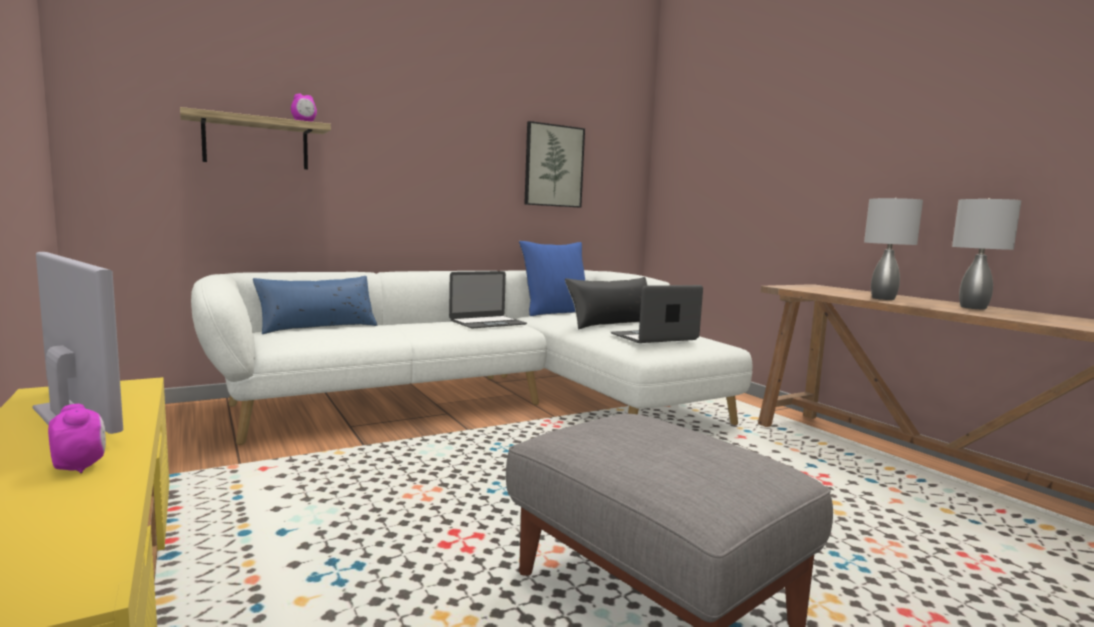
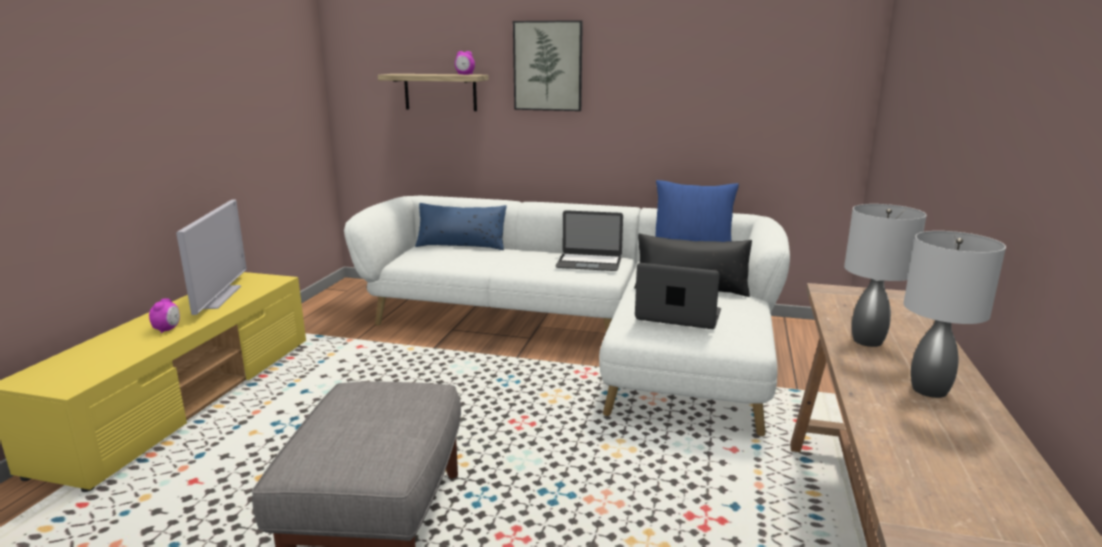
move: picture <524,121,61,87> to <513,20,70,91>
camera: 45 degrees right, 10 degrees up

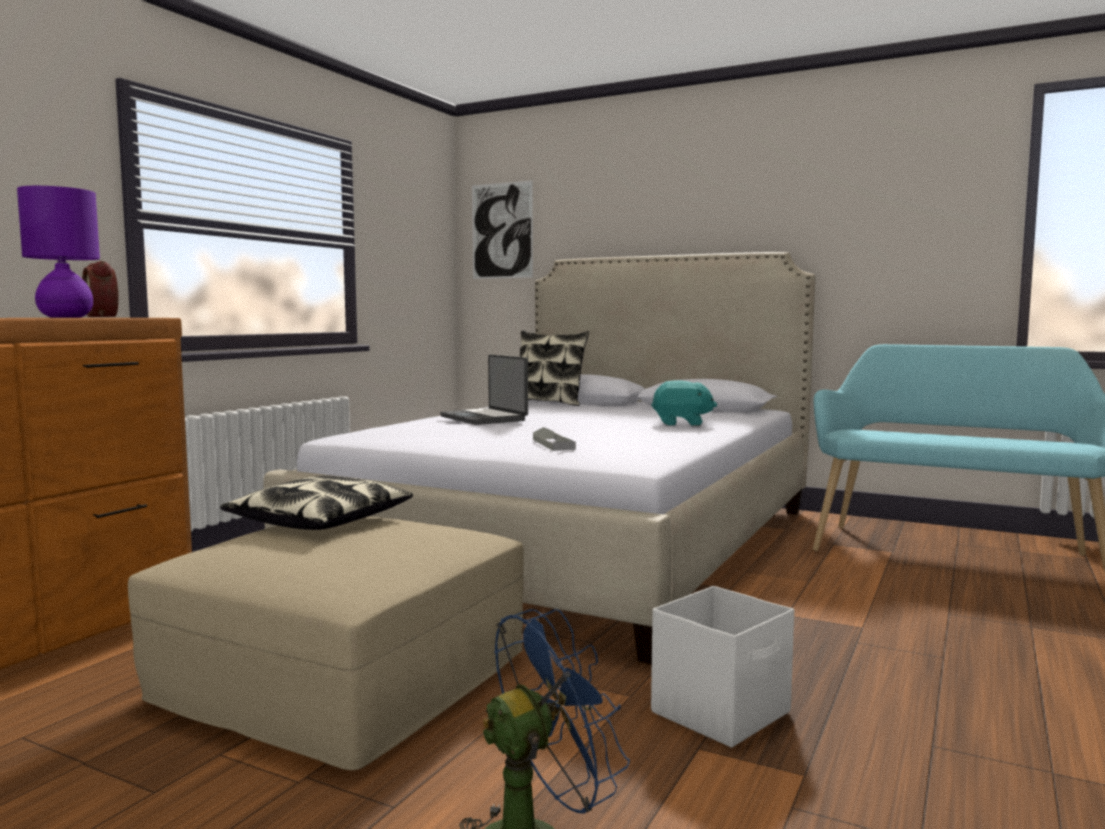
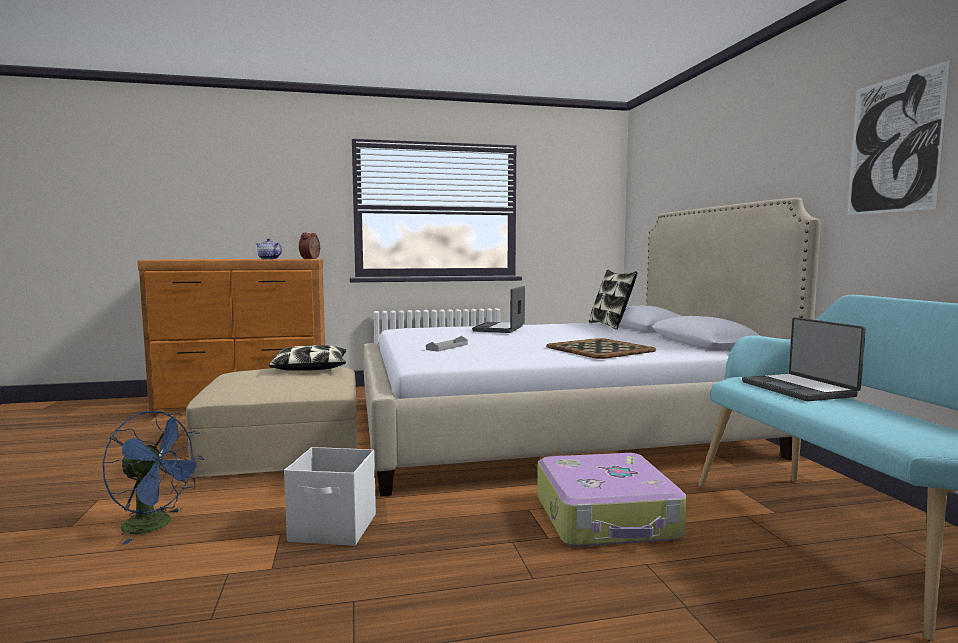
insert: suitcase <537,453,150,94>; portable computer <742,317,124,84>
move: picture <472,180,61,99> to <847,60,104,155>
replace: lamp for a table/purple-coloured <17,186,83,132> to teapot <256,238,26,21>; plush toy/turquoise-coloured <651,380,66,46> to serving tray <546,338,110,21>
camera: 50 degrees right, 0 degrees up

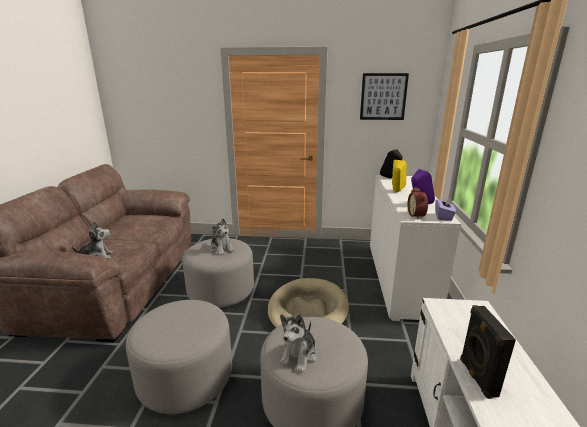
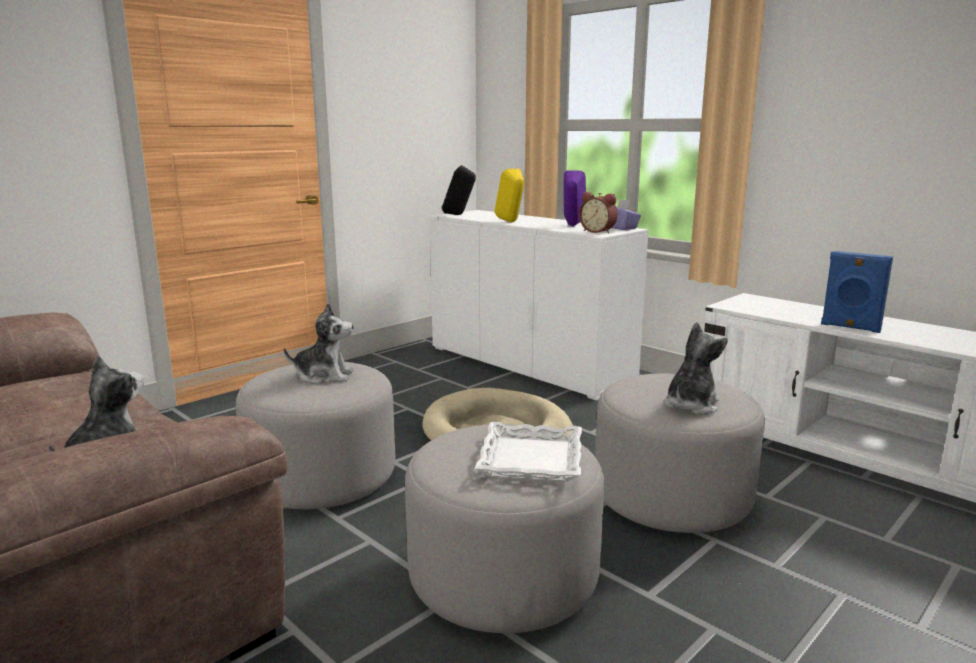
delete: picture <360,73,49,47>
insert: serving tray/white <475,422,107,60>
recolor: speaker/blackish <460,305,56,94> to speaker/bluish <821,251,72,82>
rotate: plush toy <280,314,37,59> = <664,322,64,93> 120 degrees counterclockwise
camera: 50 degrees left, 5 degrees down

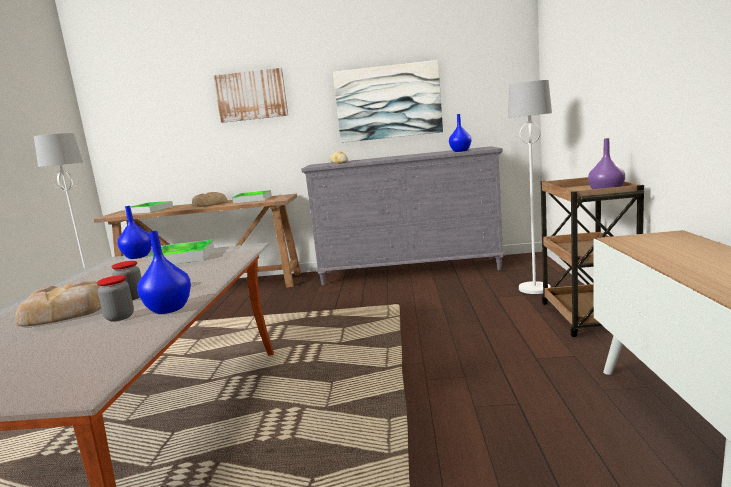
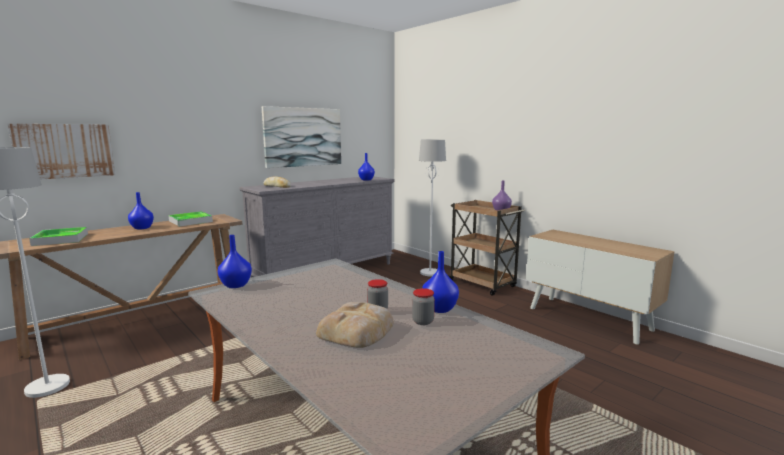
delete: serving tray <148,239,67,26>
move: picture <213,68,75,55> to <8,124,107,55>
replace: baked bread <192,192,36,15> to decorative vase/bluish <128,192,26,38>
camera: 45 degrees left, 0 degrees up

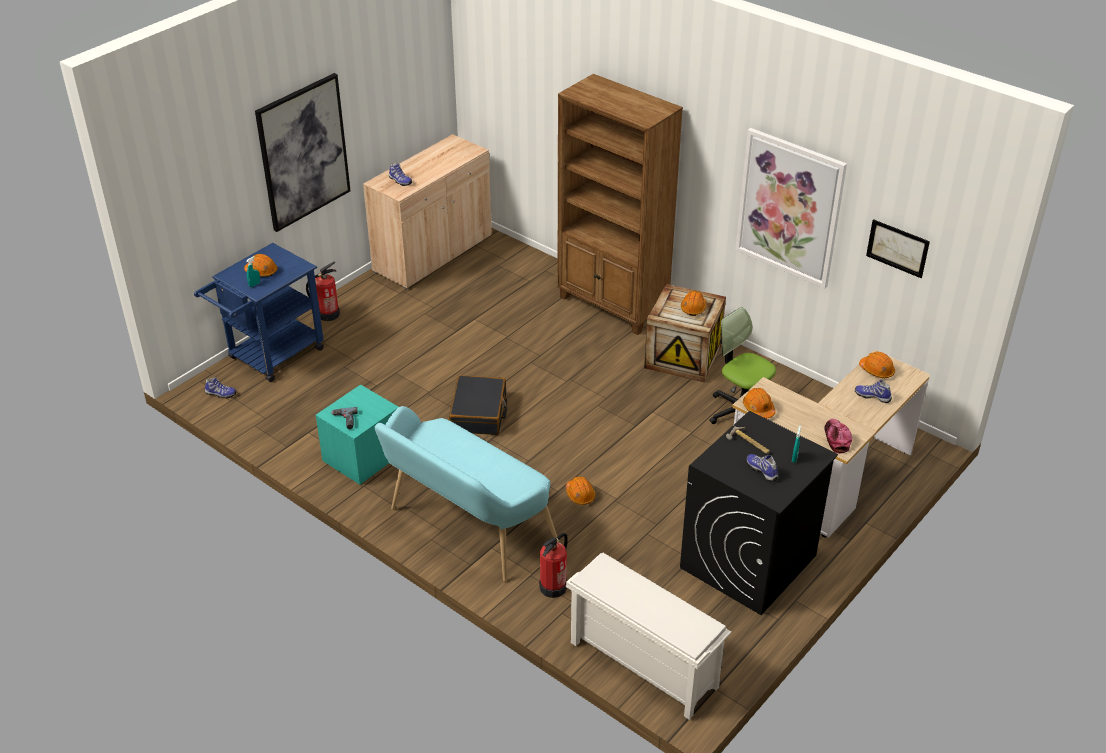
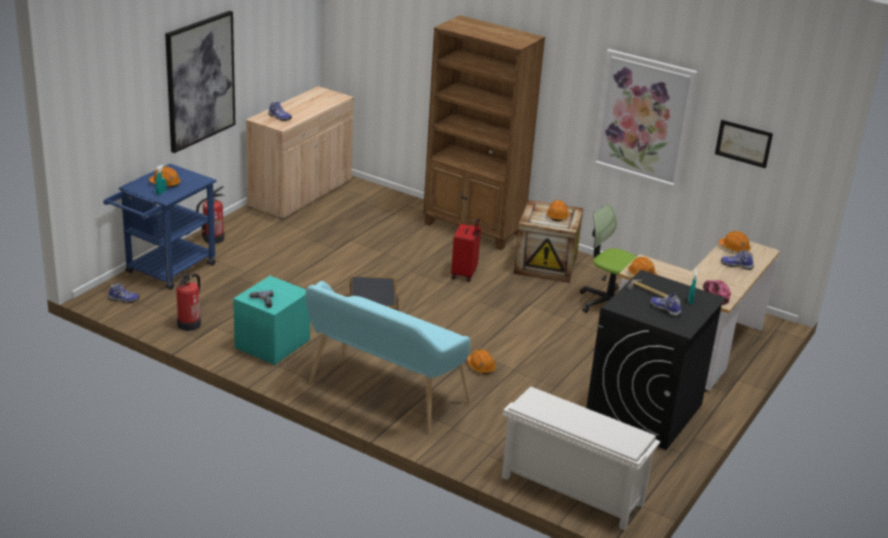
insert: suitcase/red <451,218,30,64>
move: extinguisher <539,533,29,65> to <176,274,25,57>
camera: 10 degrees left, 10 degrees down

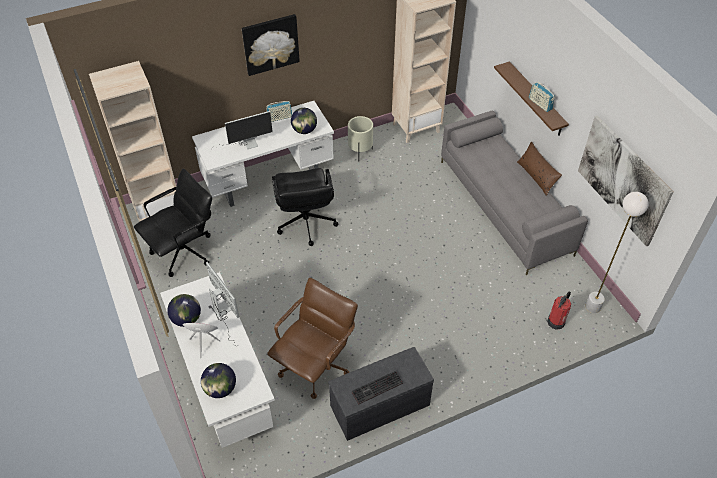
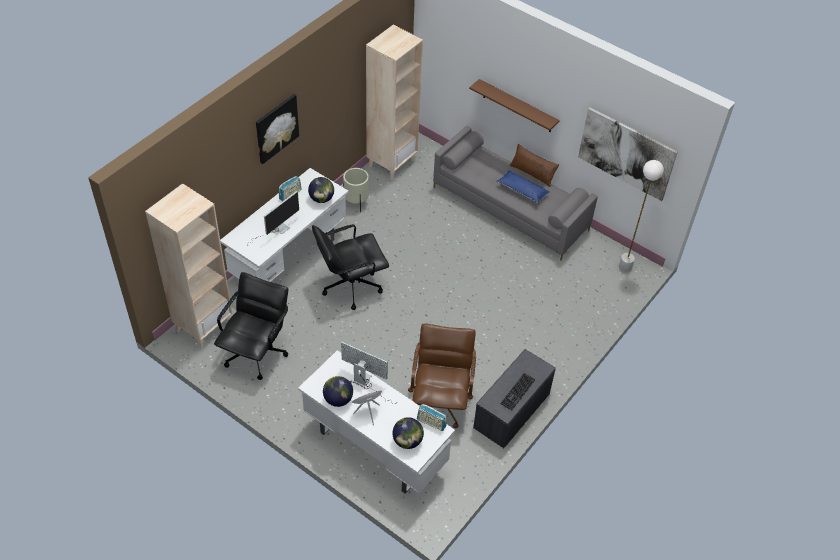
delete: extinguisher <547,291,24,39>
insert: throw pillow/bluish <496,171,54,32>
move: radio receiver <529,81,26,31> to <417,404,30,27>
rotate: desk chair/blackish <272,168,66,78> = <312,224,77,86> 105 degrees clockwise
camera: 30 degrees left, 0 degrees up

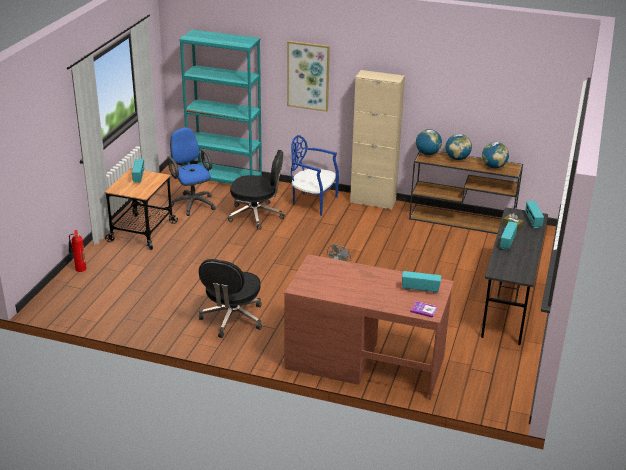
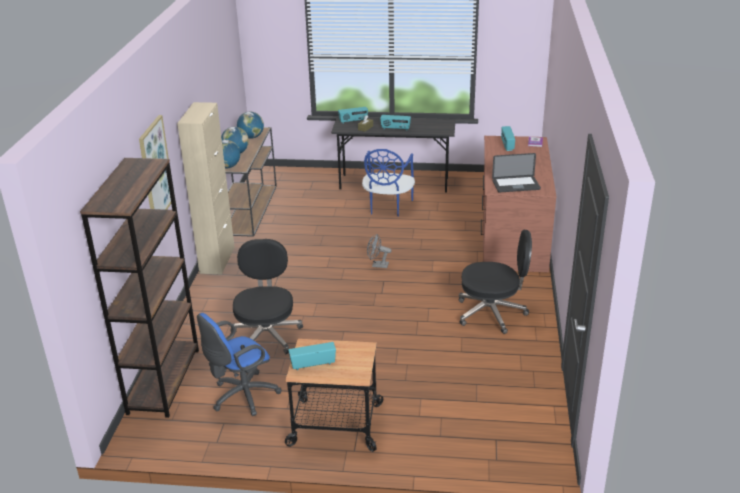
delete: extinguisher <69,230,17,42>
insert: portable computer <492,153,49,40>
move: plain chair/bluish <291,135,48,81> to <362,149,53,68>
recolor: bookcase/turquoise-coloured <179,30,83,154> to bookcase/brownish <80,158,119,260>
camera: 100 degrees left, 0 degrees up

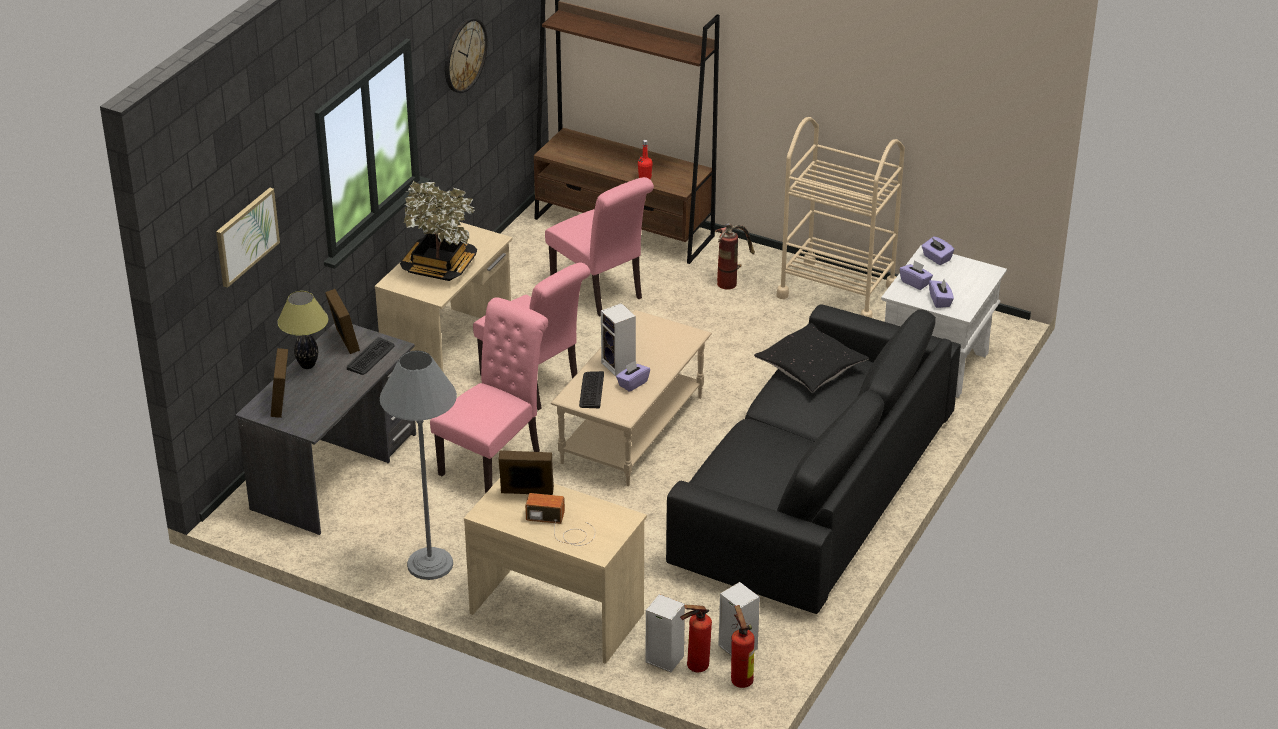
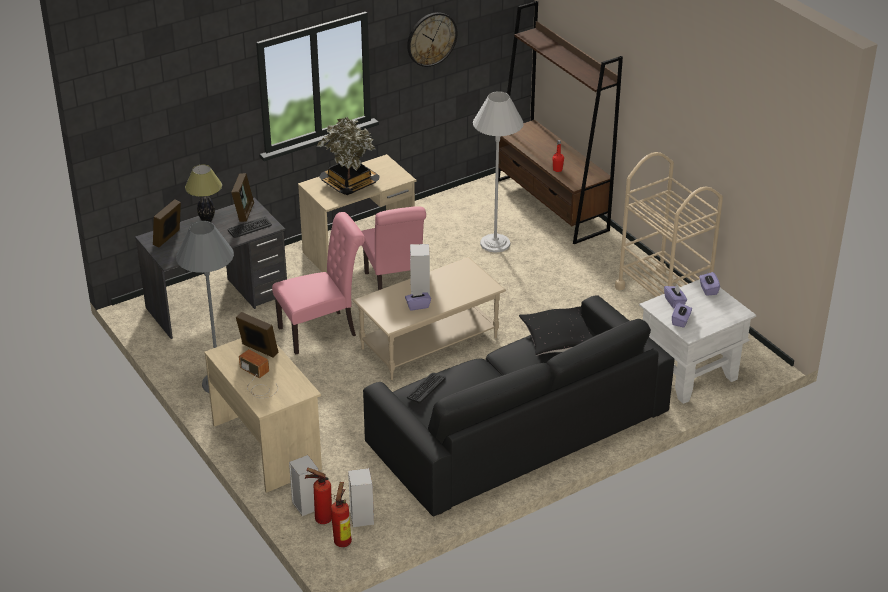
delete: picture <216,188,64,100>; extinguisher <715,223,40,67>
move: PC keyboard <579,371,25,37> to <407,373,38,31>
replace: plain chair/pinkish <545,177,109,139> to standing lamp/white <473,91,51,162>
camera: 30 degrees right, 0 degrees up

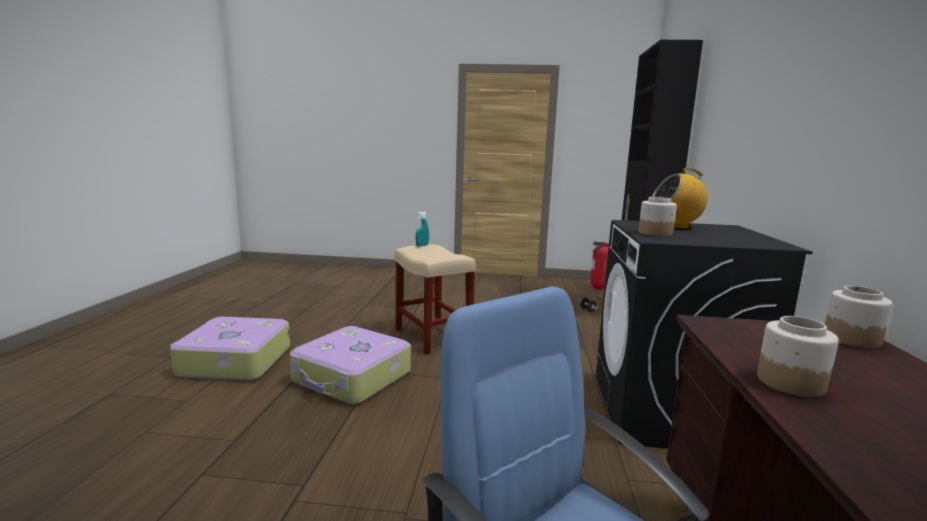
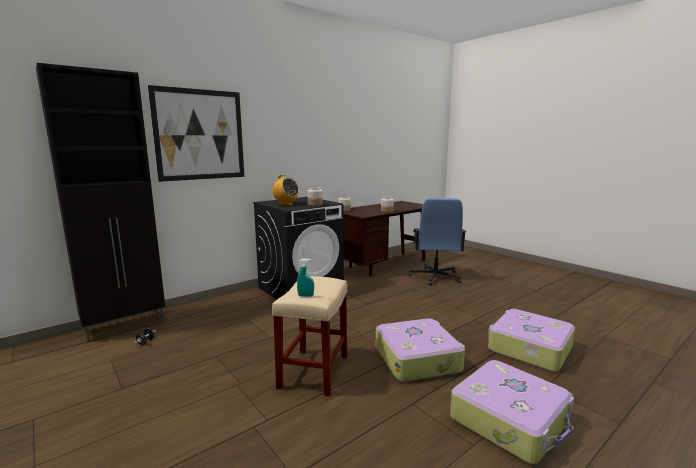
delete: extinguisher <590,241,19,49>
insert: picture <148,85,96,97>; suitcase <488,309,87,63>
camera: 135 degrees left, 0 degrees up

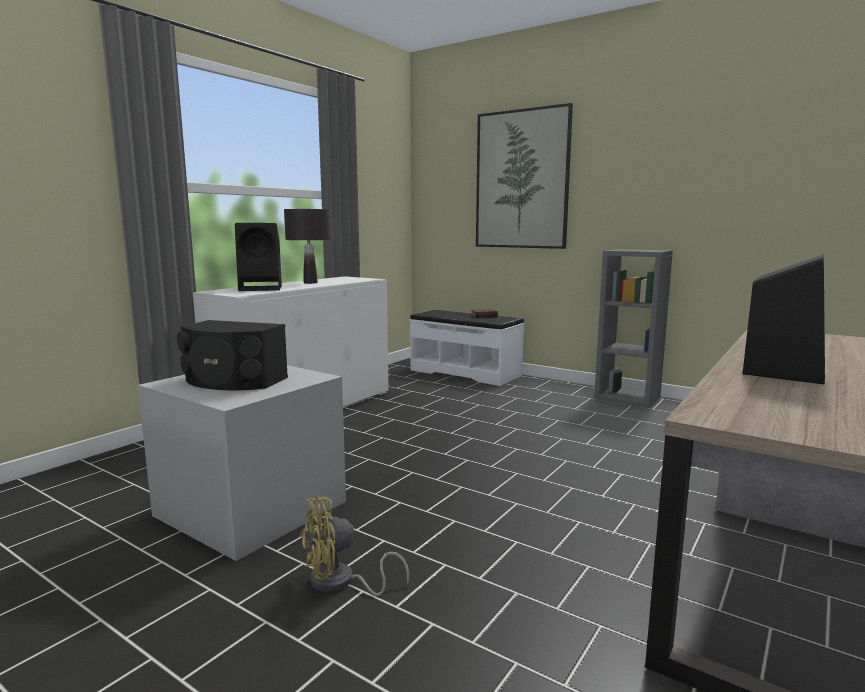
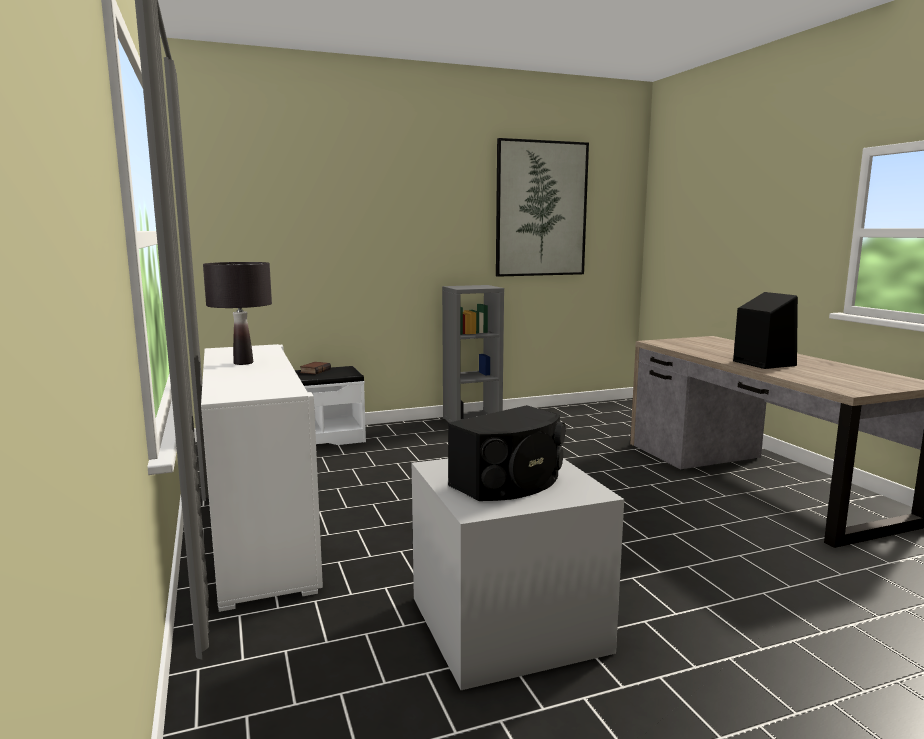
delete: speaker/blackish <235,223,47,68>; fan/yellowish <300,497,109,99>
move: picture <476,103,97,146> to <496,138,93,139>
camera: 55 degrees left, 0 degrees up

